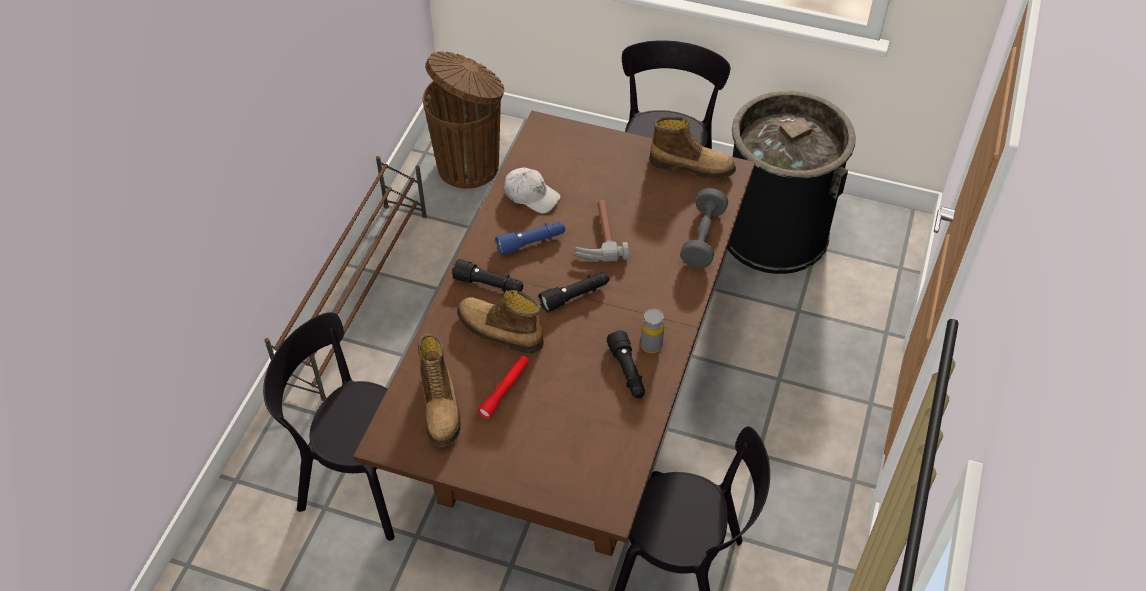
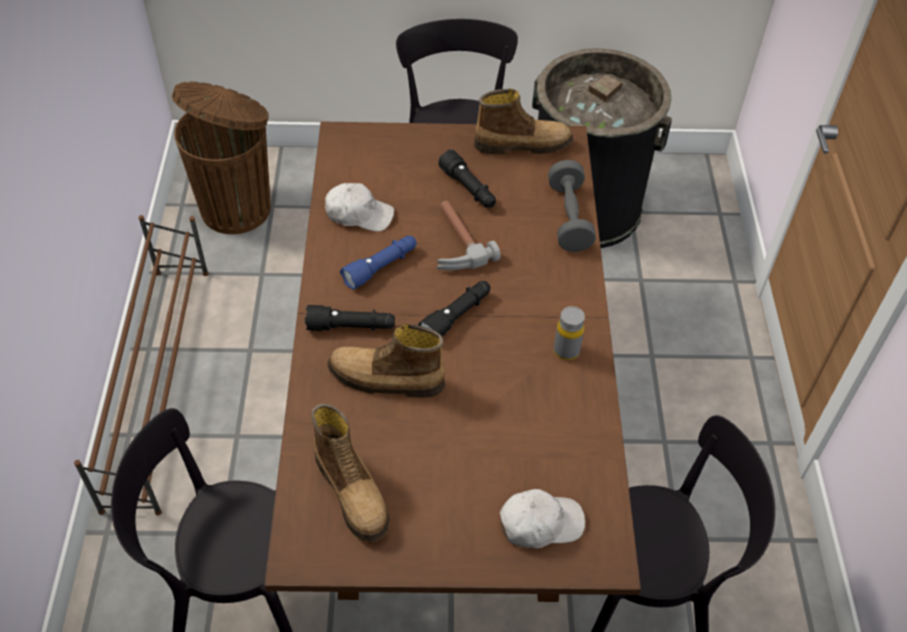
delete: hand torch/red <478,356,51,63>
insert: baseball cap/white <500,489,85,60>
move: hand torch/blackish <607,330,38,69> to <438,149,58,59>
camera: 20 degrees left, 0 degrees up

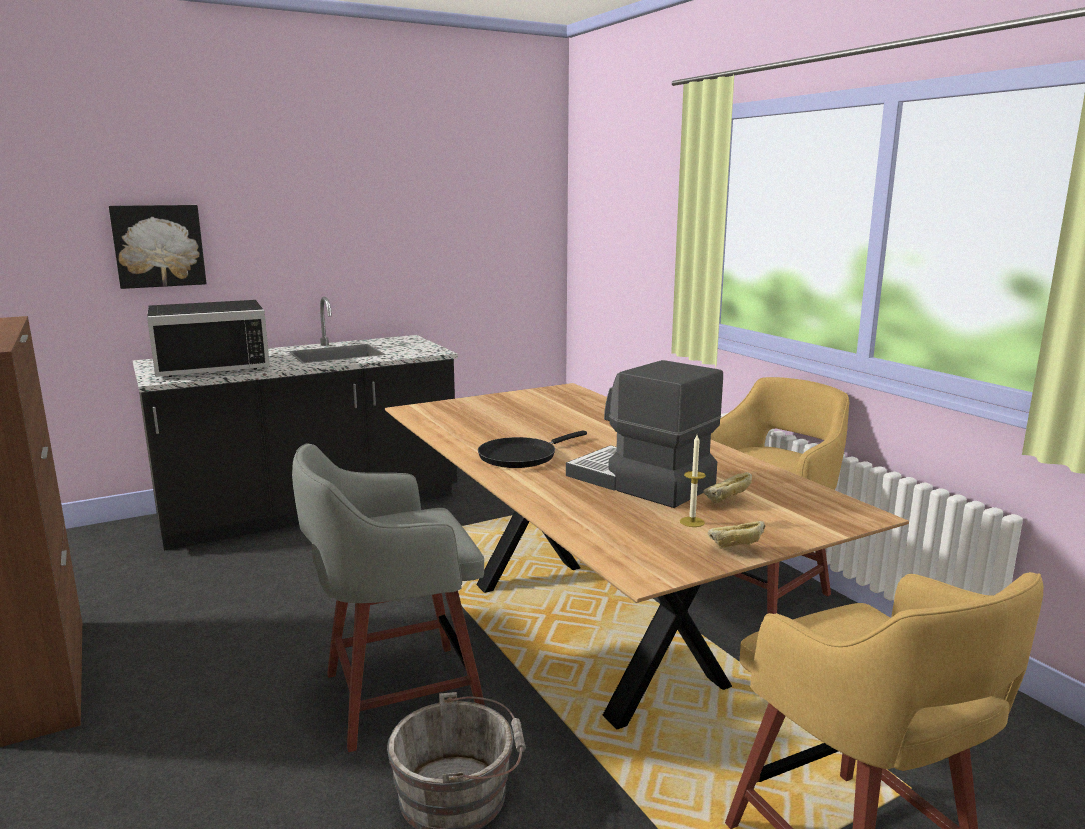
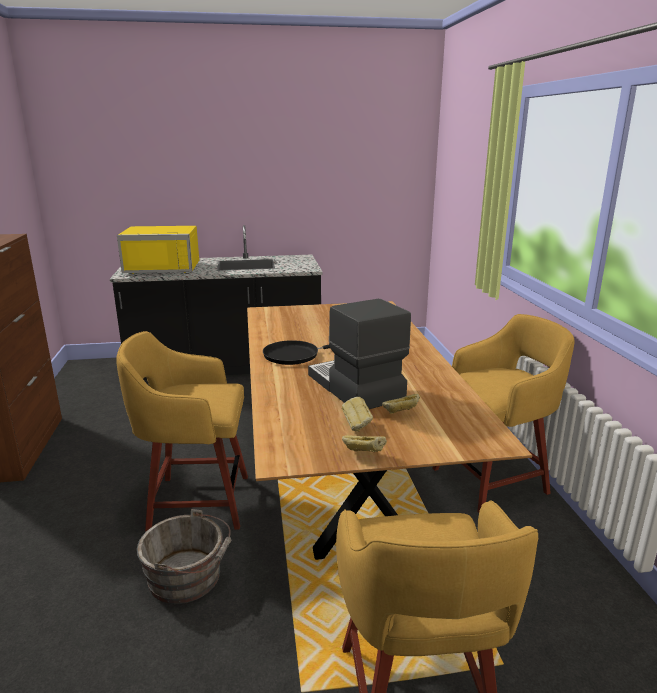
delete: picture <109,205,98,84>
replace: wax candle <680,435,26,92> to baked bread <342,396,31,36>
recolor: microwave oven/blackish <147,300,123,77> to microwave oven/yellowish <117,226,82,48>; stool/greyish <292,443,193,309> to stool/yellowish <117,331,131,201>
camera: 20 degrees right, 5 degrees up

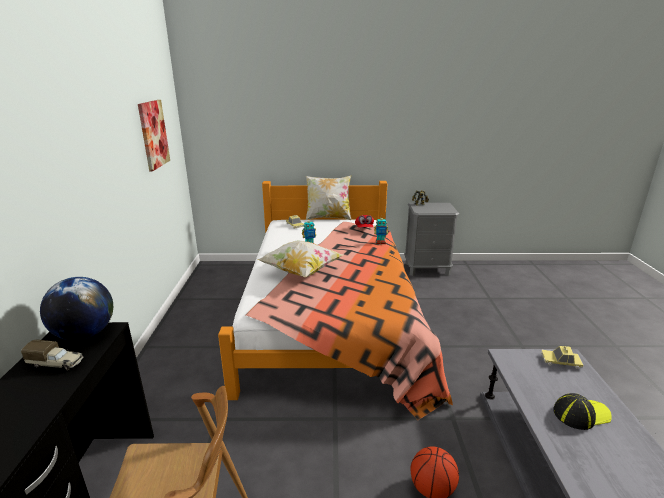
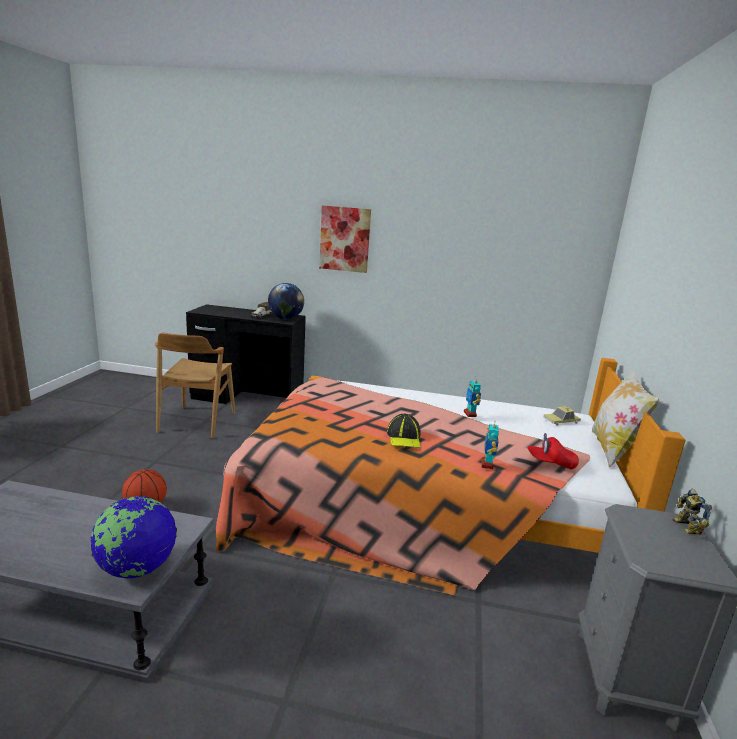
delete: throw pillow <257,240,86,37>
move: picture <138,100,32,71> to <319,205,52,68>; baseball cap <553,393,59,37> to <387,414,34,34>
replace: toy car <541,346,42,23> to globe <90,496,87,82>
camera: 100 degrees right, 5 degrees down

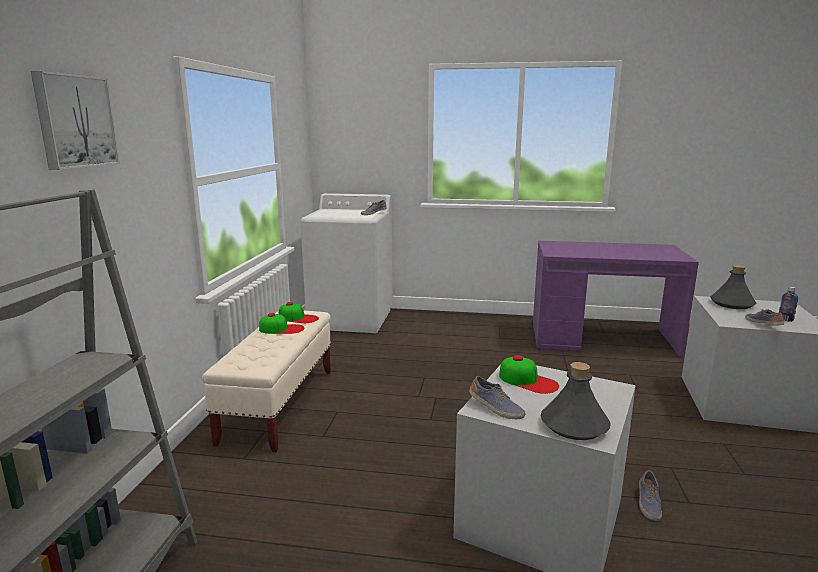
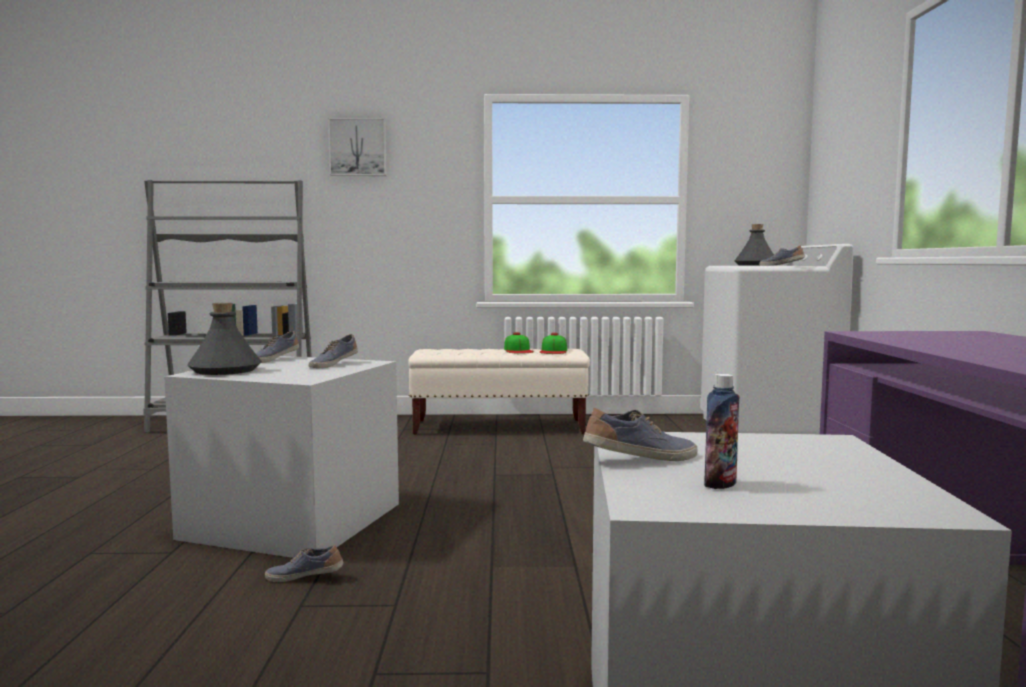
move: drink bottle/greyish <711,265,45,44> to <735,224,39,42>
replace: baseball cap <499,355,60,39> to shoe <309,334,49,34>
camera: 80 degrees right, 10 degrees down

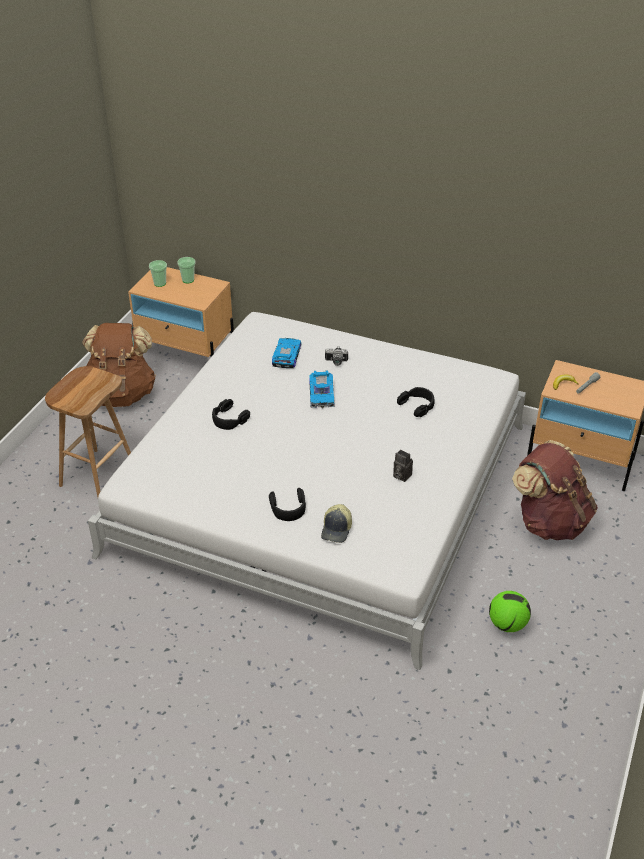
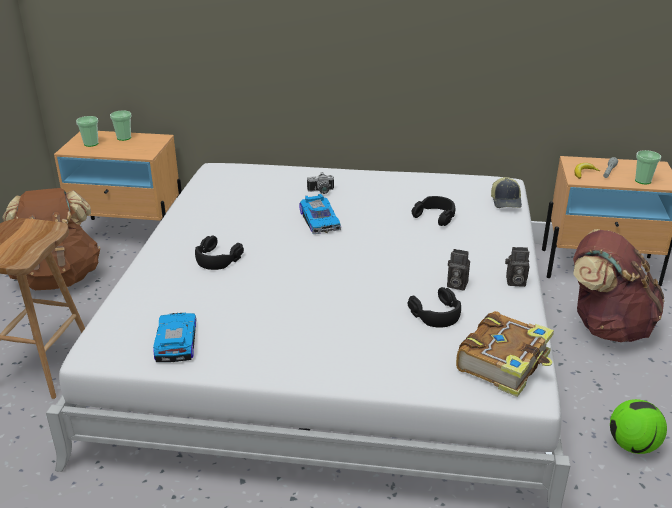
insert: volume <456,311,98,86>; photo camera <505,247,24,40>; drinking cup <635,150,26,34>
move: pair of headphones/blackish <269,488,37,33> to <408,287,53,41>; toy car <272,338,30,30> to <153,312,44,50>; baseball cap <321,504,31,39> to <491,177,31,31>
camera: 15 degrees left, 10 degrees down

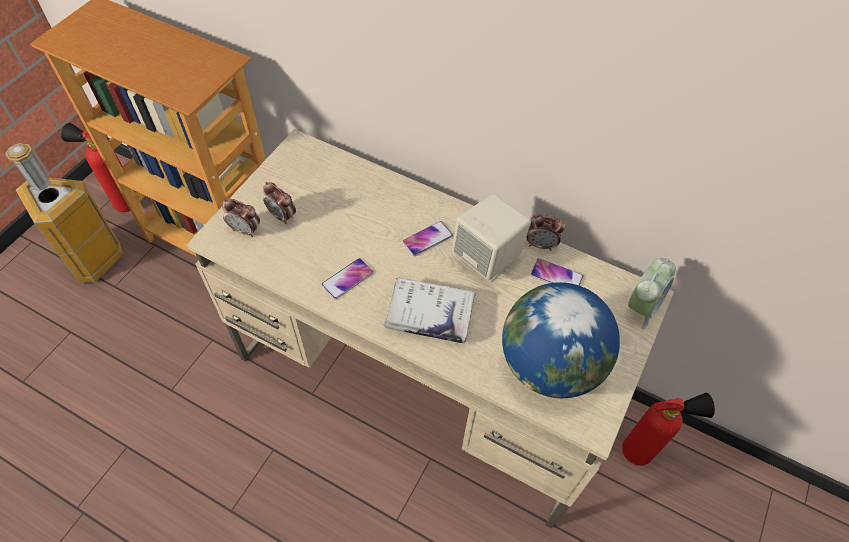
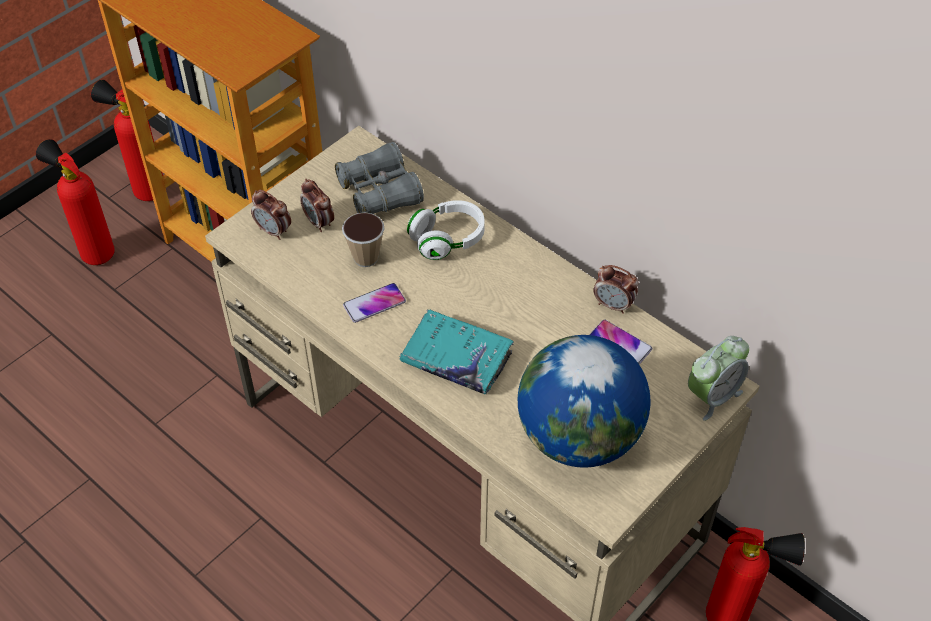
delete: handset <402,221,51,35>; speaker/beige <452,194,79,88>
insert: binoculars/greyish <335,142,89,72>; drinking cup <342,212,43,55>; pair of headphones/white <407,200,77,60>
replace: waste bin <5,143,118,140> to extinguisher <36,139,79,126>
recolor: volume/white <384,277,92,66> to volume/turquoise-coloured <399,309,115,85>
camera: 15 degrees right, 5 degrees down

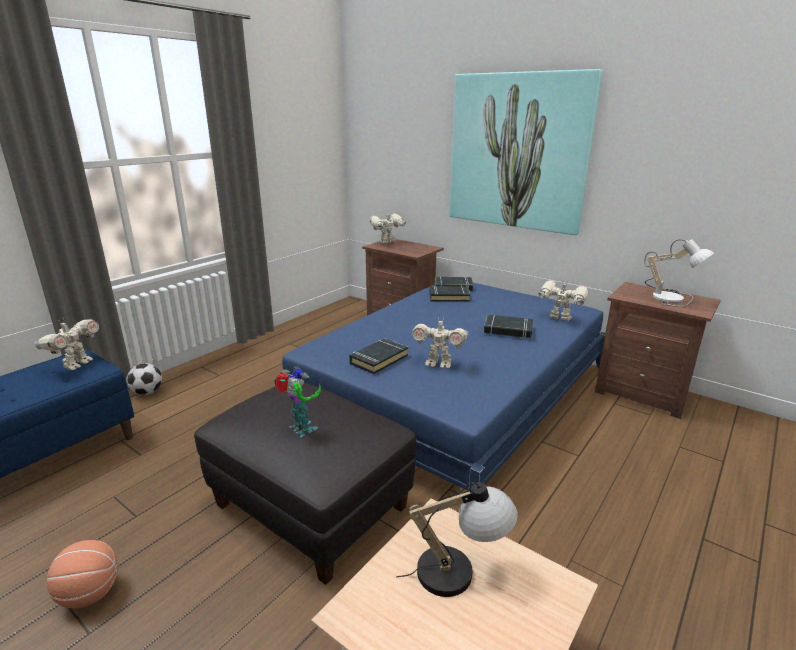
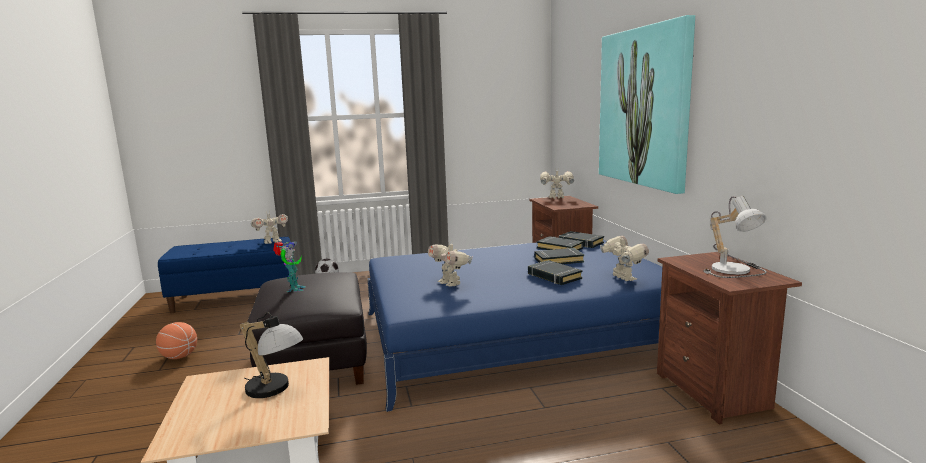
move: volume/blackish <349,338,59,36> to <534,248,50,16>
camera: 40 degrees right, 10 degrees down

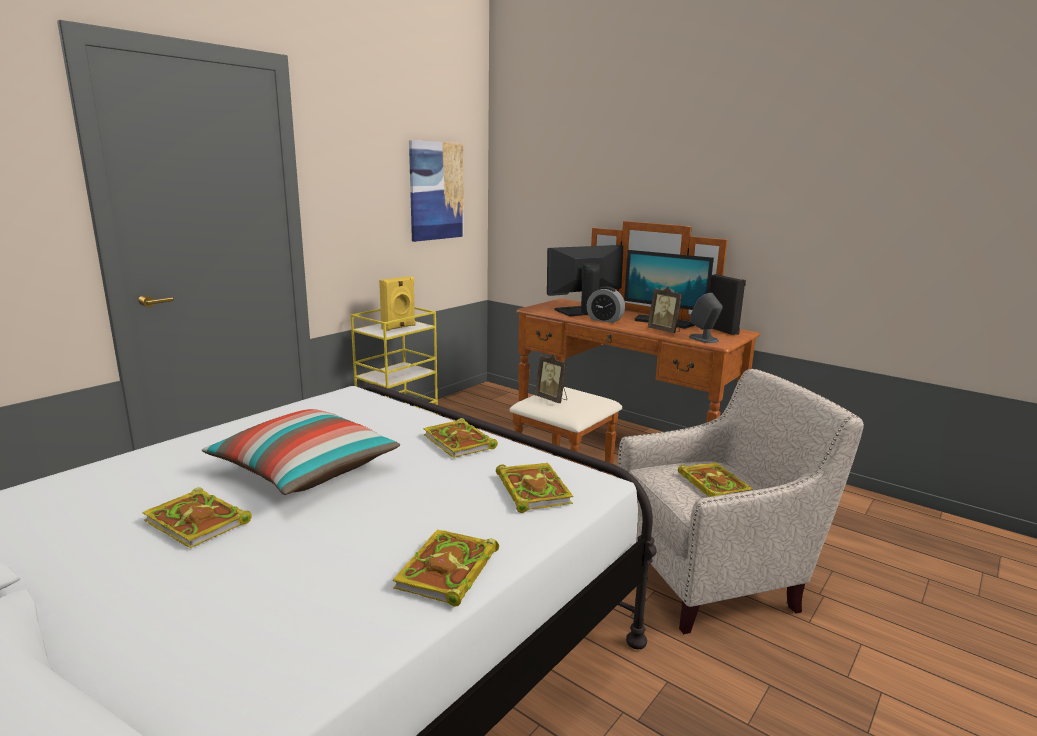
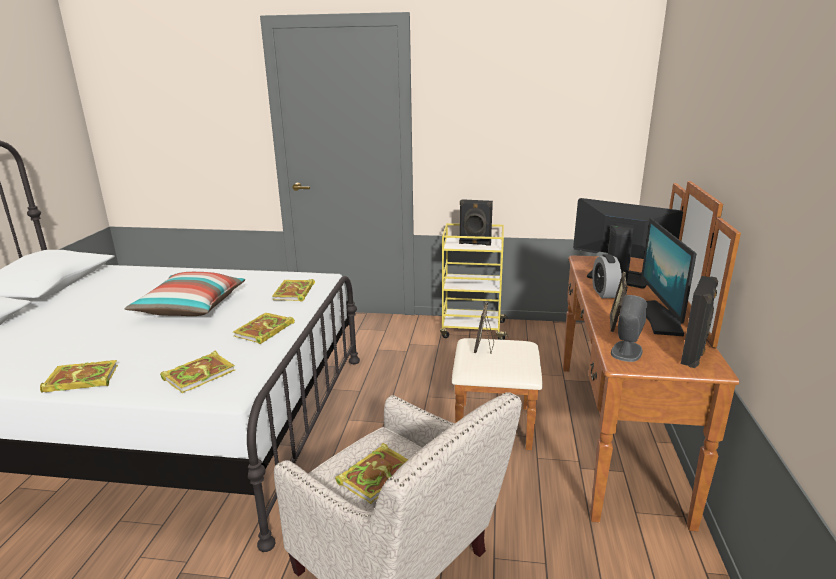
delete: picture <409,140,55,102>
move: volume <142,487,110,61> to <272,279,43,22>
recolor: speaker/yellowish <379,276,37,55> to speaker/blackish <459,199,34,47>
camera: 60 degrees right, 5 degrees up

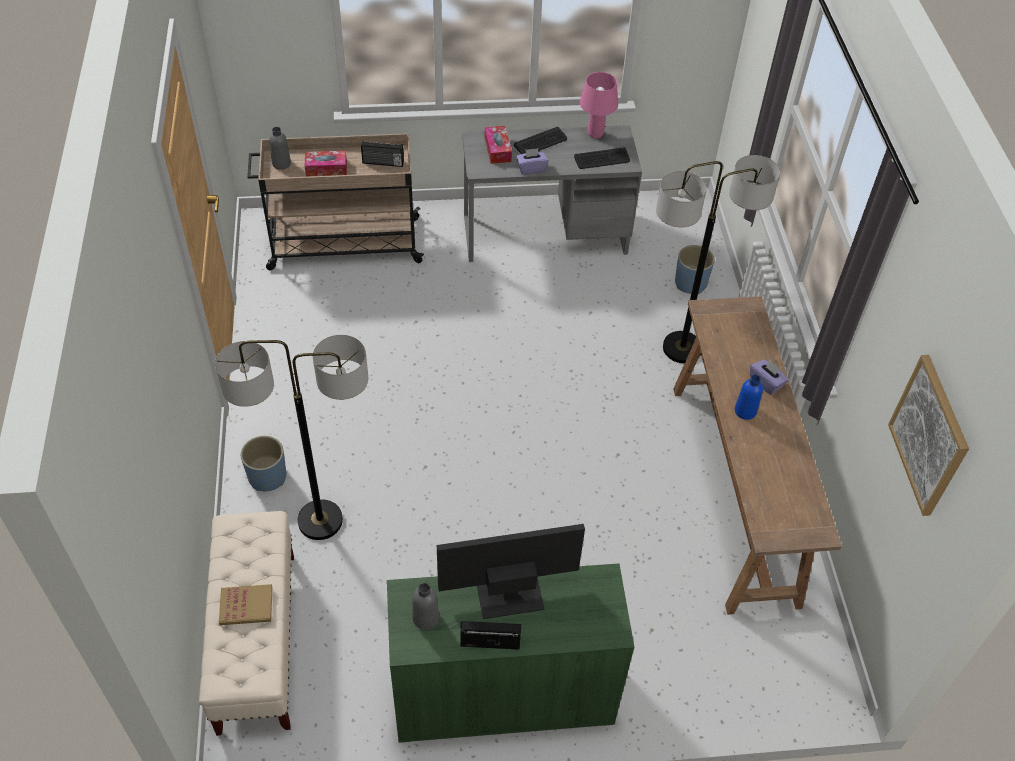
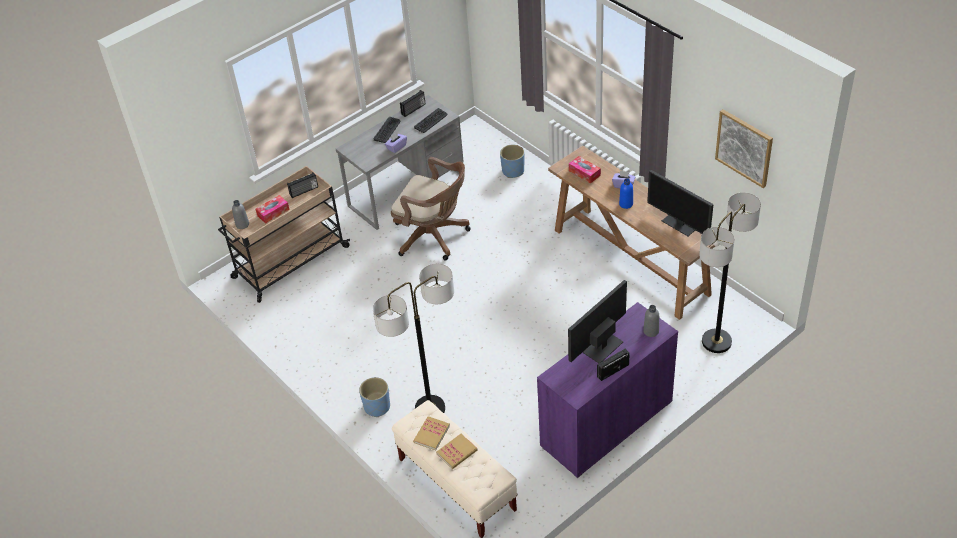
insert: desk chair/brownish <391,157,80,104>; volume <413,416,37,34>; monitor <647,170,67,66>
move: drink bottle/greyish <412,583,27,47> to <643,305,16,32>; tissue holder <485,126,27,38> to <569,156,32,27>; standing lamp <656,155,124,208> to <699,193,62,160>
replace: lamp for a table/pinkish <580,72,38,66> to radio receiver <400,90,25,27>
recolor: cabinet/greenish <387,563,247,180> to cabinet/purple-coloured <537,302,141,176>
camera: 30 degrees left, 5 degrees down

